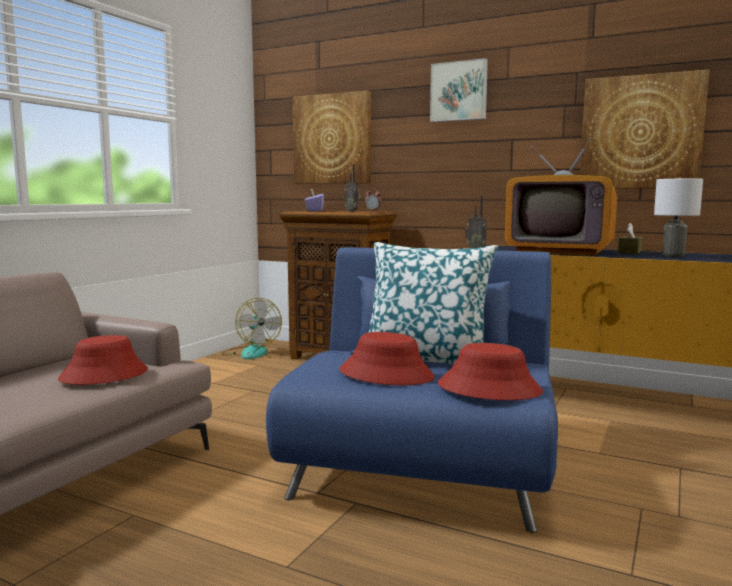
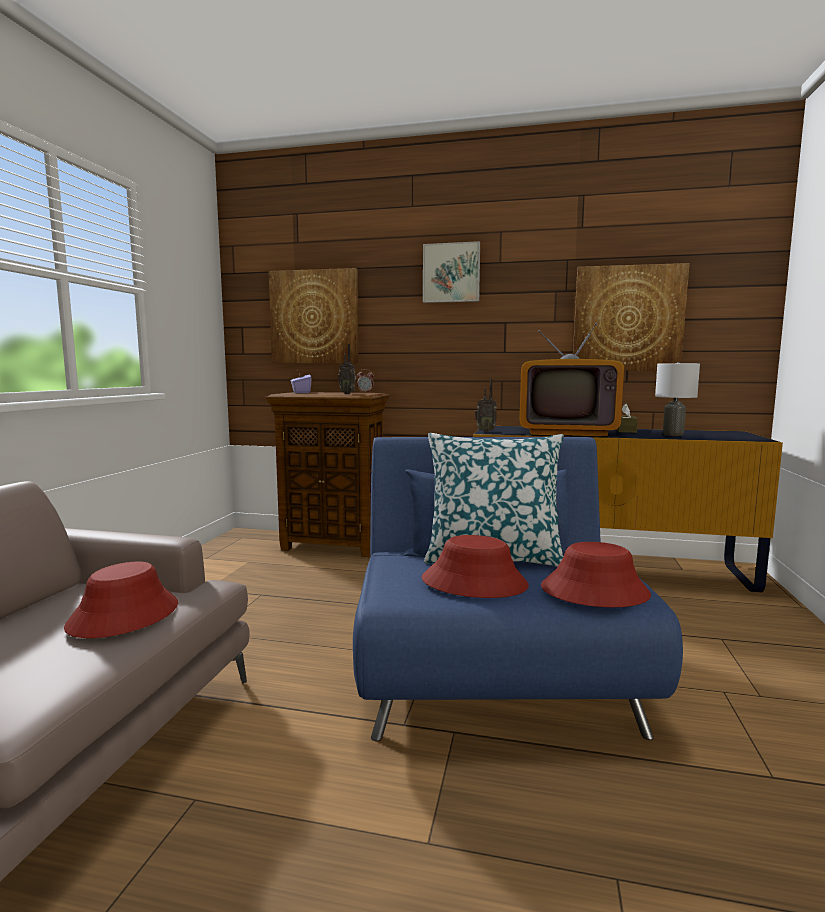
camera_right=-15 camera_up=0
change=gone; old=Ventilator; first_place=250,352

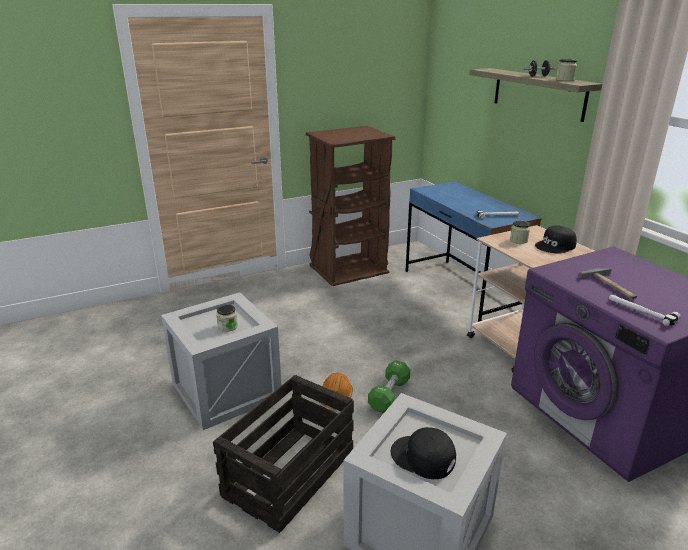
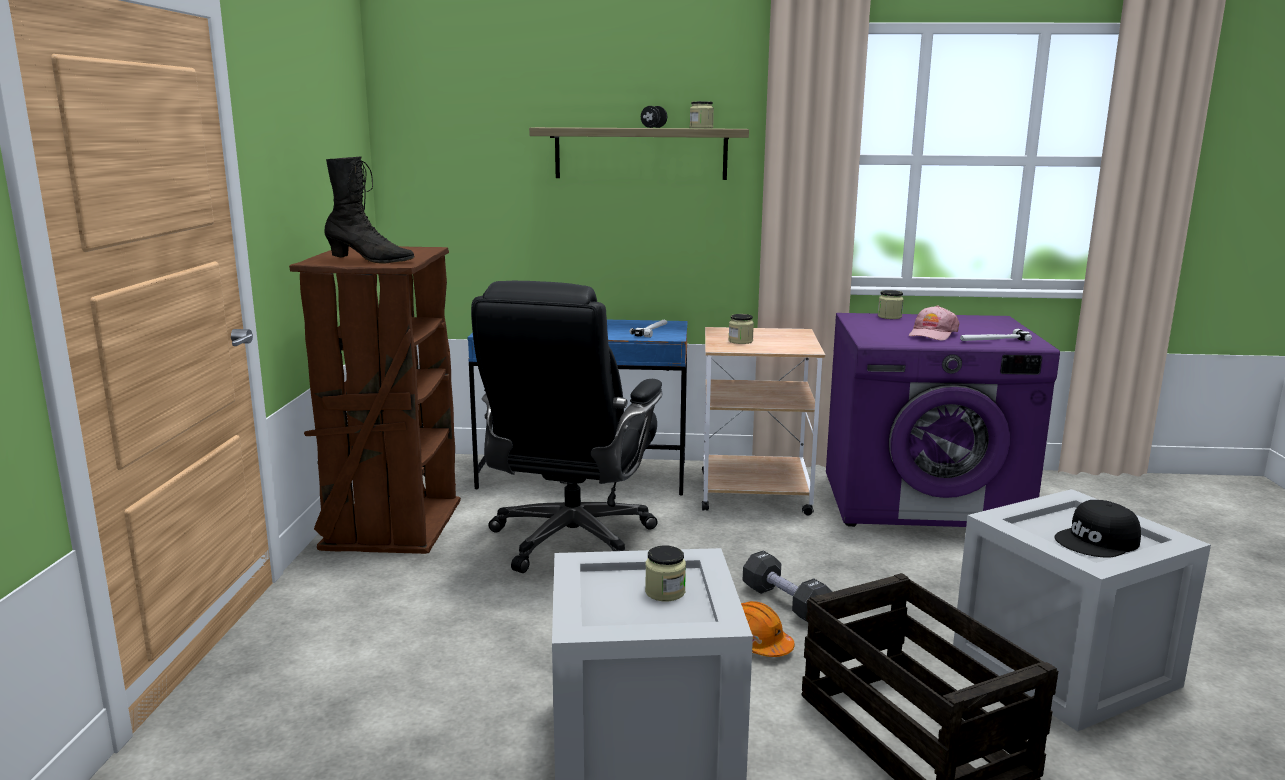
camera_right=-60 camera_up=-10
change=repainted; old=Hantel [grün]; new=Hantel [schwarz]; first_place=389,395; second_place=785,603
change=gone; old=Kappe [schwarz]; first_place=555,246
change=swapped; old=Hammer; new=Kappe [rosa]; first_place=612,286; second_place=932,334
change=new; new=Stiefel [schwarz]; second_place=370,261
change=new; new=Bürostuhl [schwarz]; second_place=572,540
change=new; new=Vorratsglas; second_place=889,317

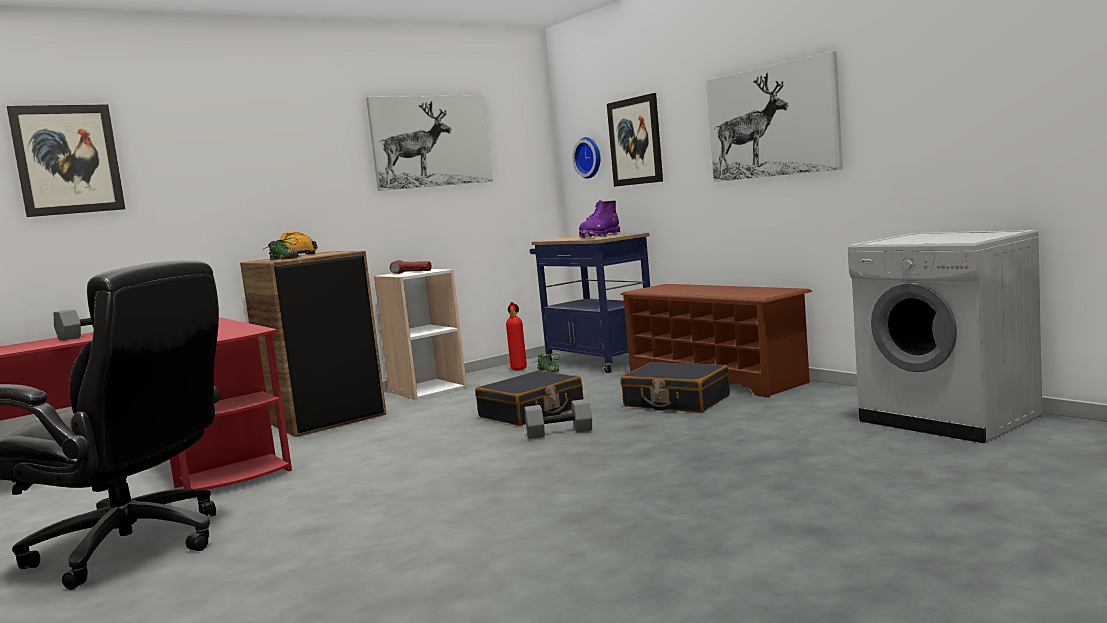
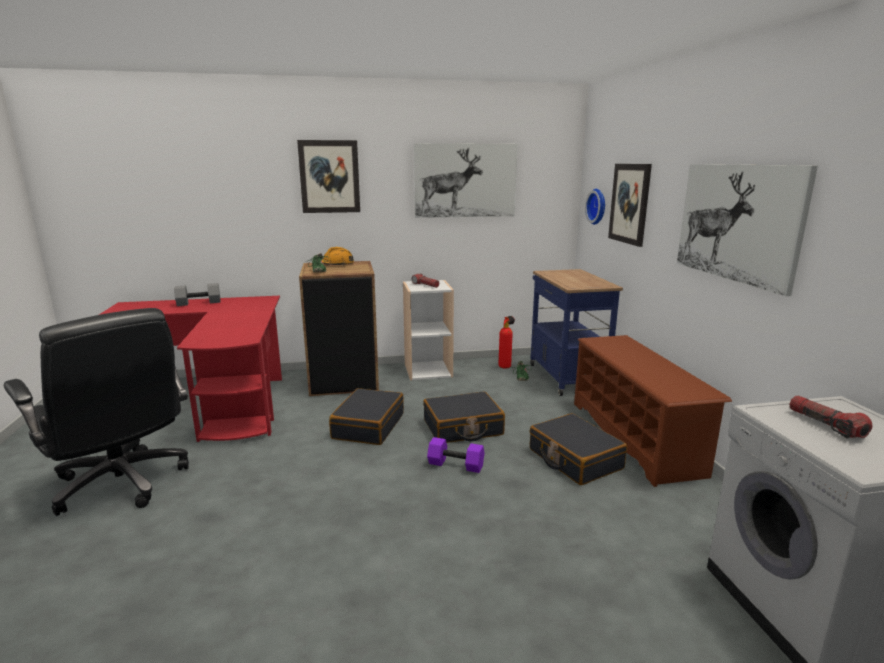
camera_right=25 camera_up=10
change=shifted; old=Bild; first_place=67,160; second_place=329,177
change=repainted; old=Hantel [grau]; new=Hantel [lila]; first_place=559,433; second_place=455,465
change=gone; old=Stiefel [lila]; first_place=599,236
change=new; new=Koffer [schwarz]; second_place=368,426
change=new; new=Taschenlampe; second_place=825,425

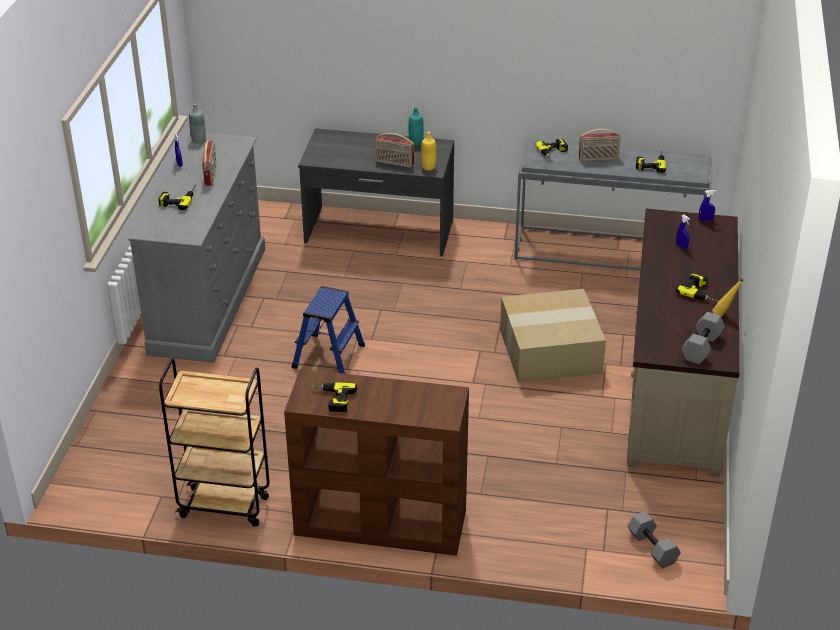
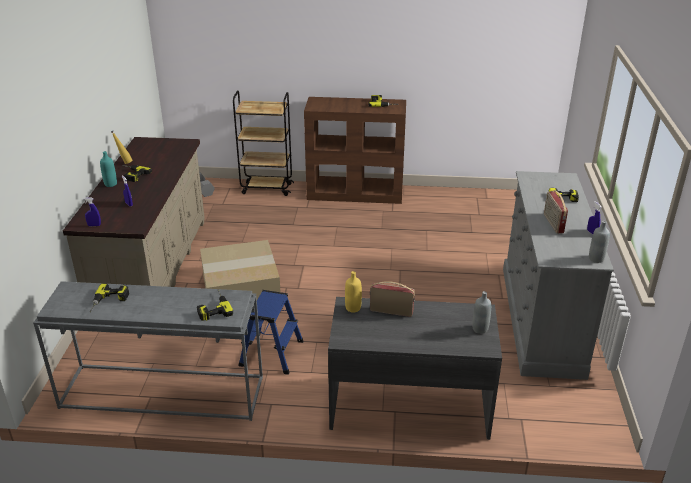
camera_right=175 camera_up=-5
change=shifted; old=Rollwagen [braun]; first_place=223,508; second_place=267,188
change=shifted; old=Trittleiter [blau]; first_place=328,356; second_place=271,353
change=shifted; old=Flasche [türkis]; first_place=416,142; second_place=110,184
change=gone; old=Radio; first_place=598,159
change=gone; old=Hantel [grau]; first_place=702,348
change=new; new=Flasche [grau]; second_place=480,329

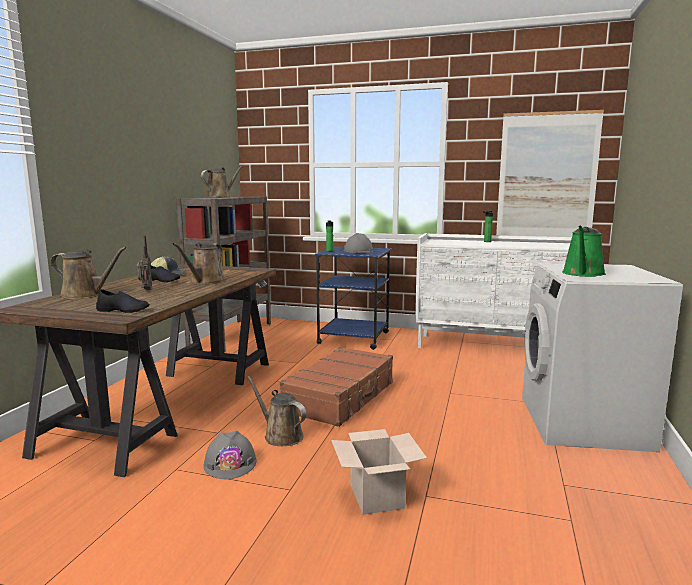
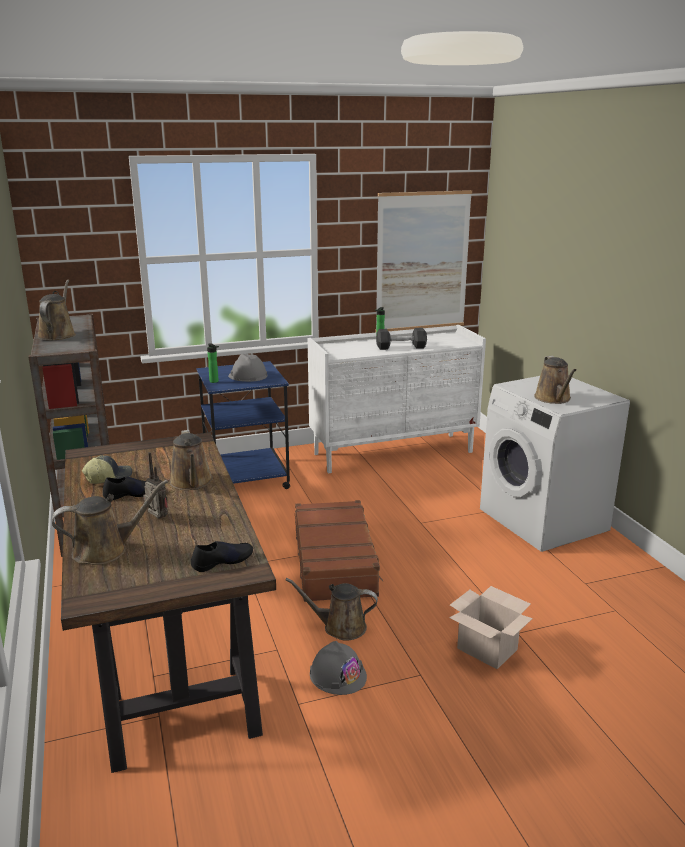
camera_right=-35 camera_up=10
change=repainted; old=Gießkanne [grün]; new=Gießkanne [braun]; first_place=583,274; second_place=554,399
change=new; new=Hantel [schwarz]; second_place=401,347

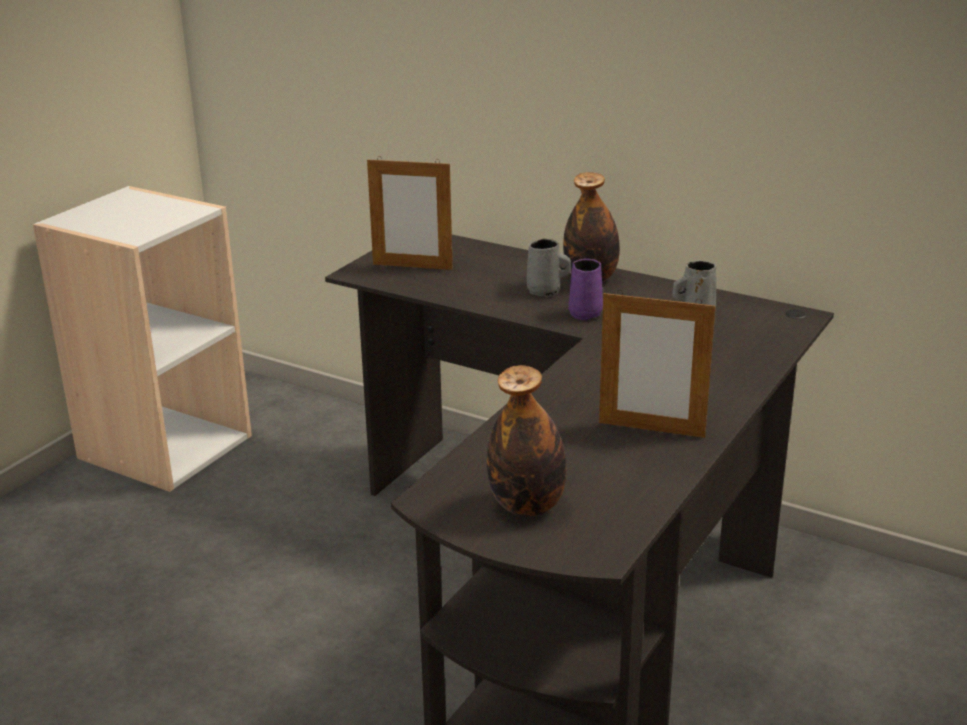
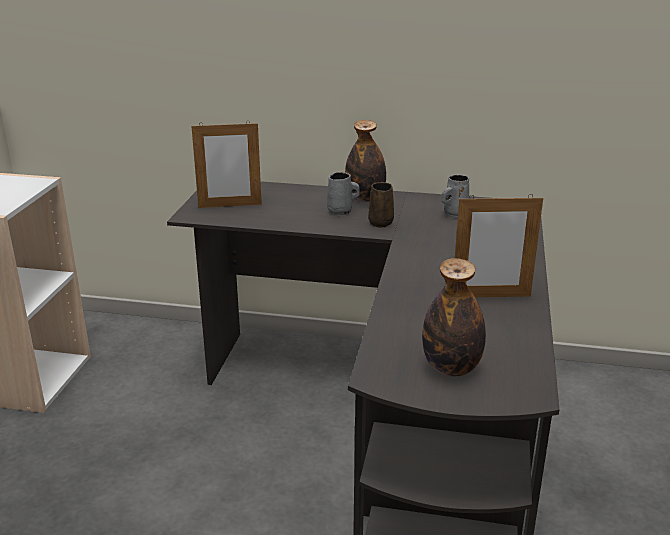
camera_right=-20 camera_up=0
change=repainted; old=Henkelbecher [lila]; new=Henkelbecher [braun]; first_place=586,313; second_place=381,222

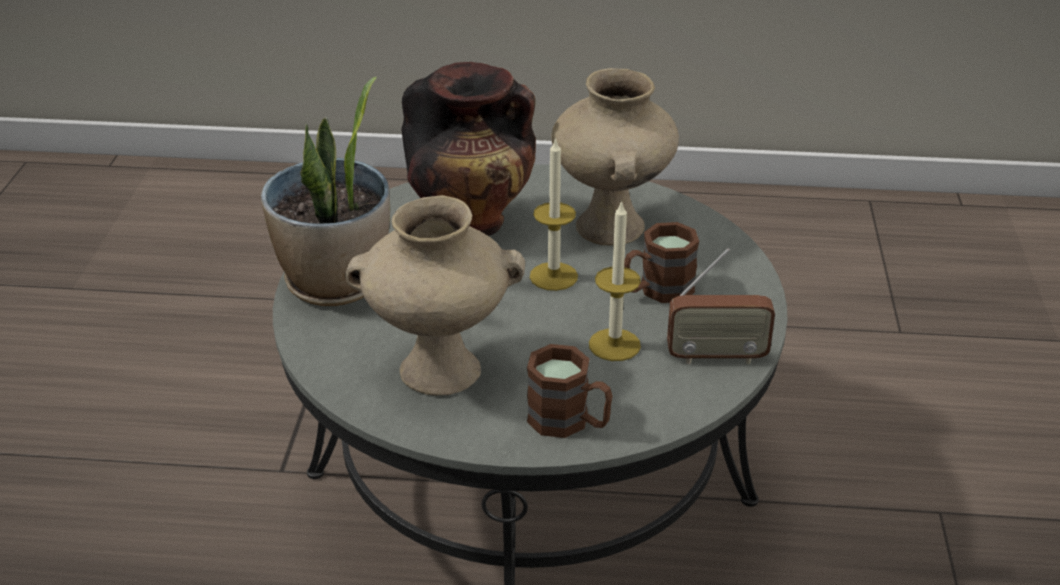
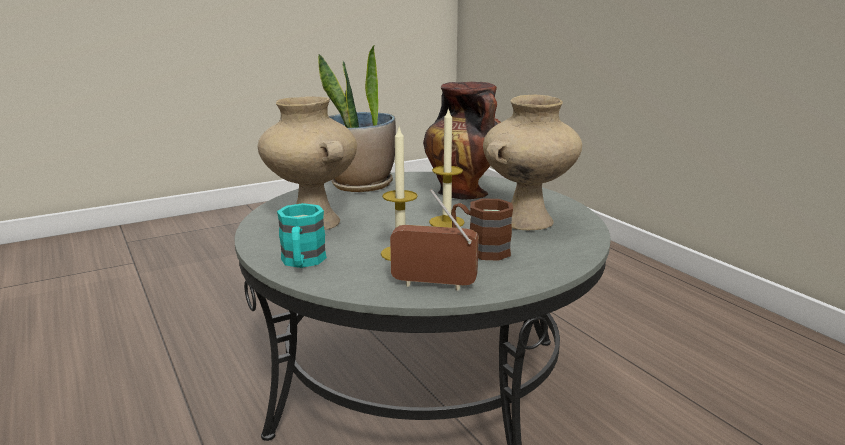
camera_right=55 camera_up=-15
change=repainted; old=Henkelbecher [braun]; new=Henkelbecher [türkis]; first_place=569,422; second_place=302,262
change=rotated; old=Radio; first_place=716,356; second_place=433,285; degrees=135

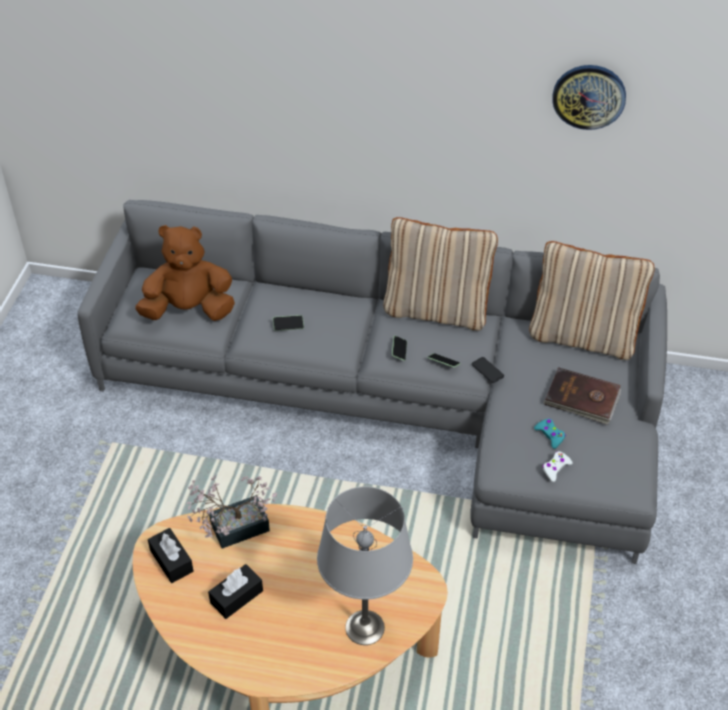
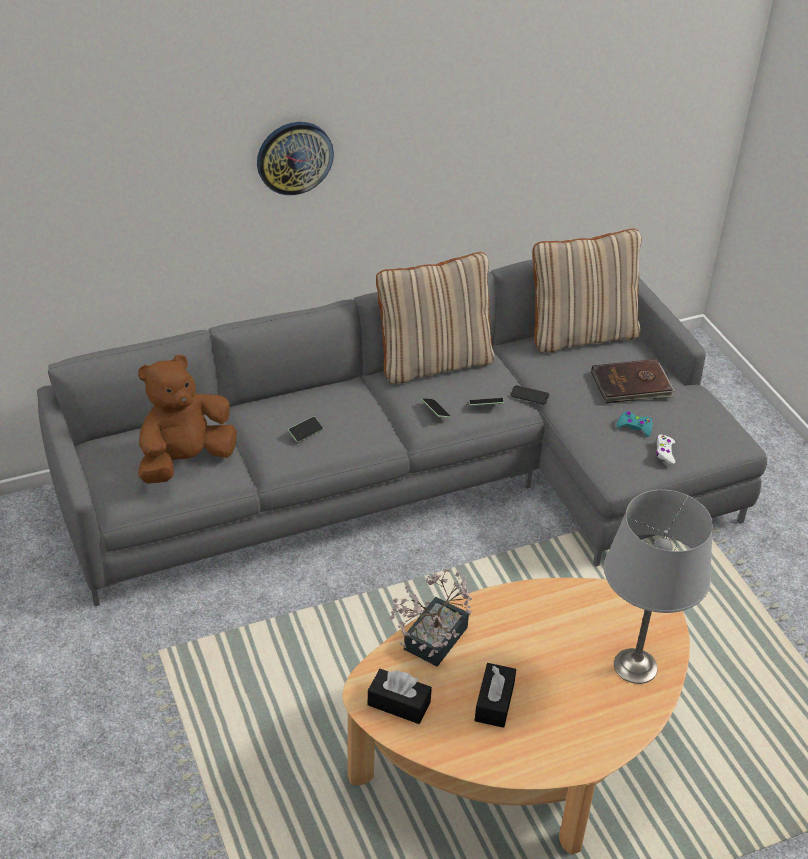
camera_right=-35 camera_up=-5
change=shifted; old=Wanduhr; first_place=589,96; second_place=294,157

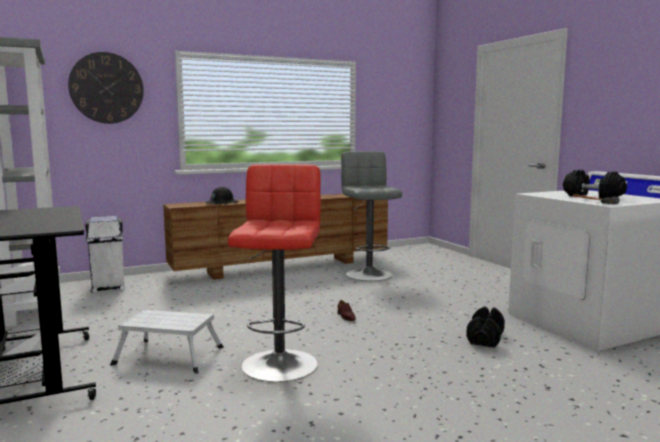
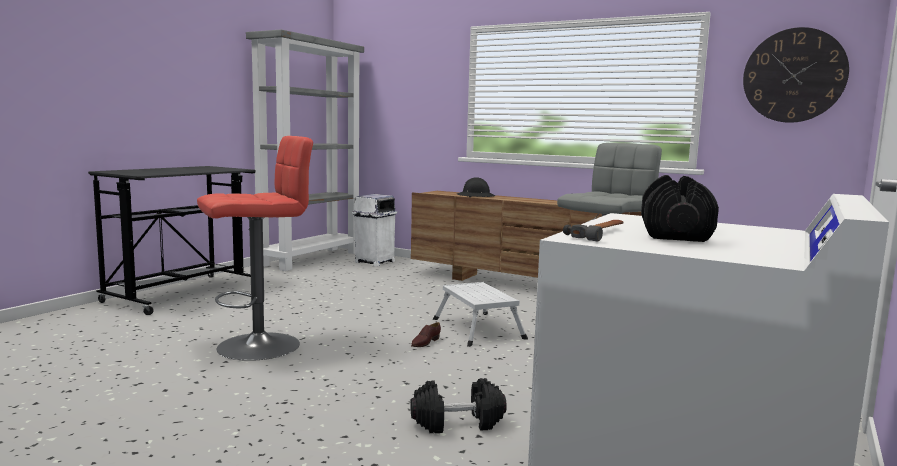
camera_right=55 camera_up=0
change=shifted; old=Wanduhr; first_place=106,88; second_place=794,75
change=shifted; old=Trittleiter [weiß]; first_place=168,355; second_place=478,328

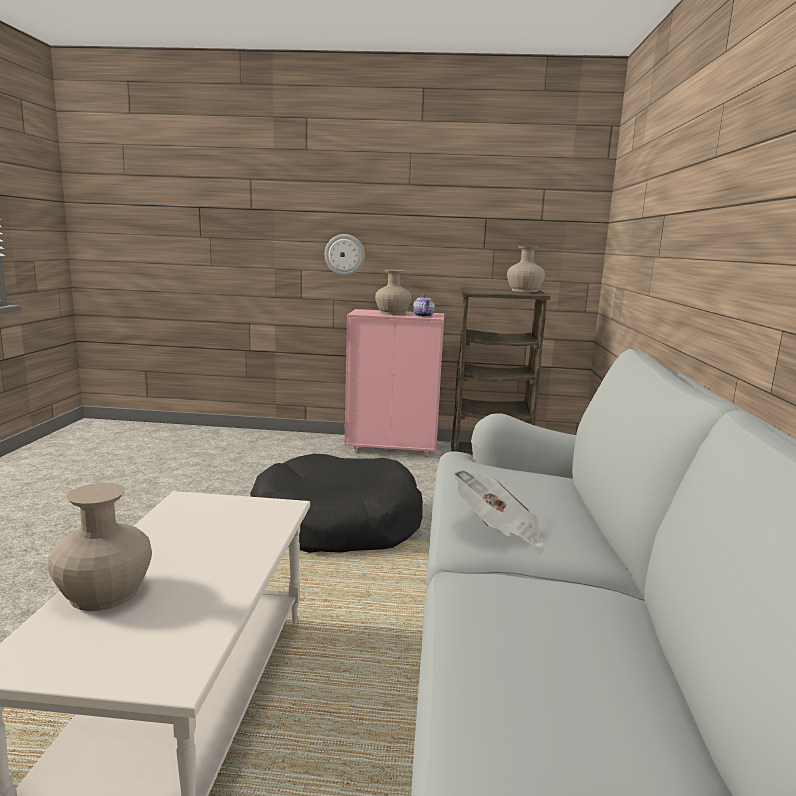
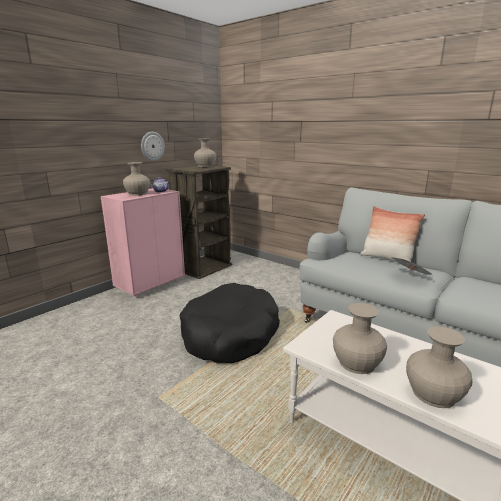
camera_right=-55 camera_up=5
change=shifted; old=Wanduhr; first_place=345,255; second_place=152,146
change=new; new=Vase [beige]; second_place=357,362
change=new; new=Kissen; second_place=387,259

